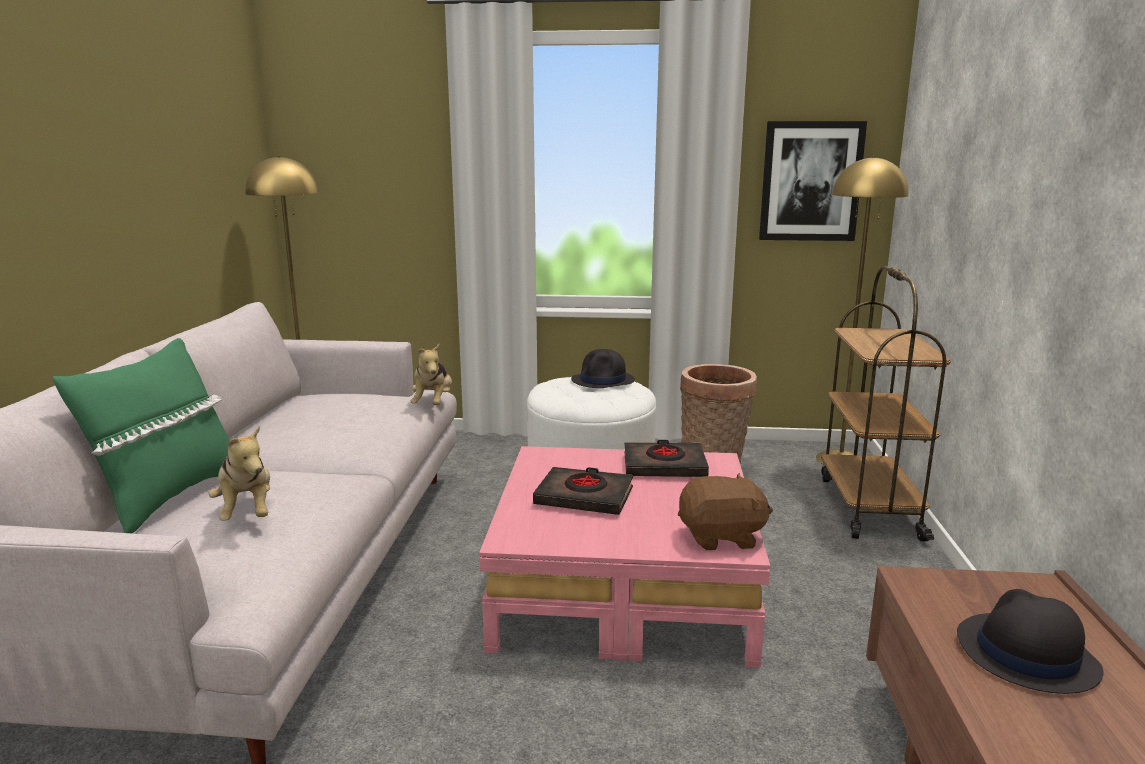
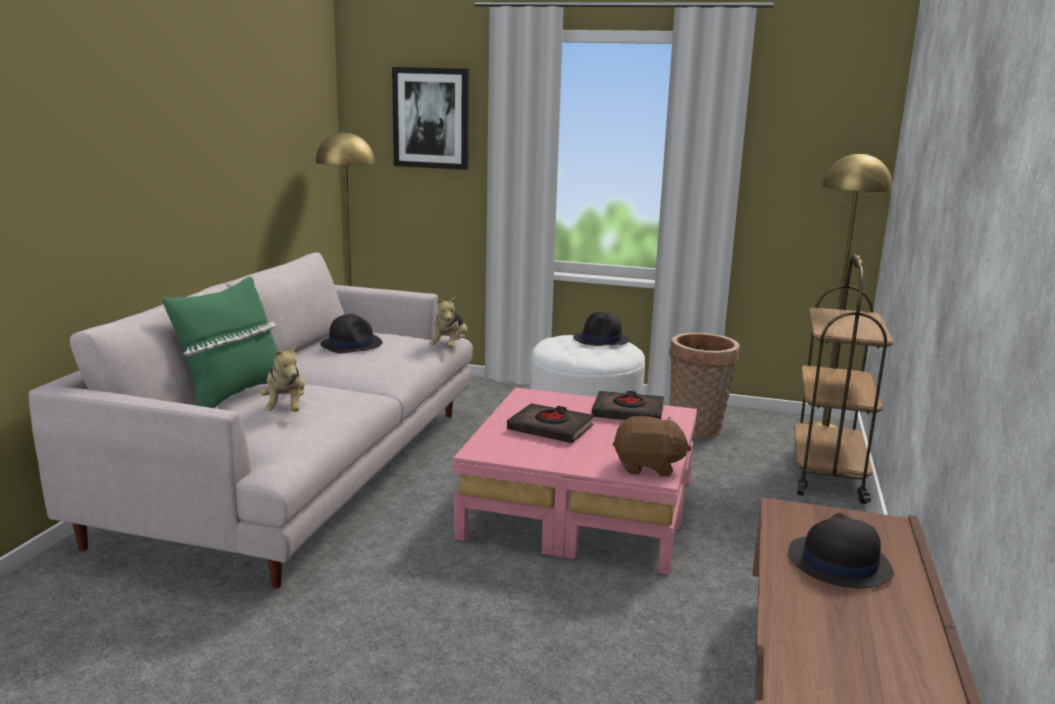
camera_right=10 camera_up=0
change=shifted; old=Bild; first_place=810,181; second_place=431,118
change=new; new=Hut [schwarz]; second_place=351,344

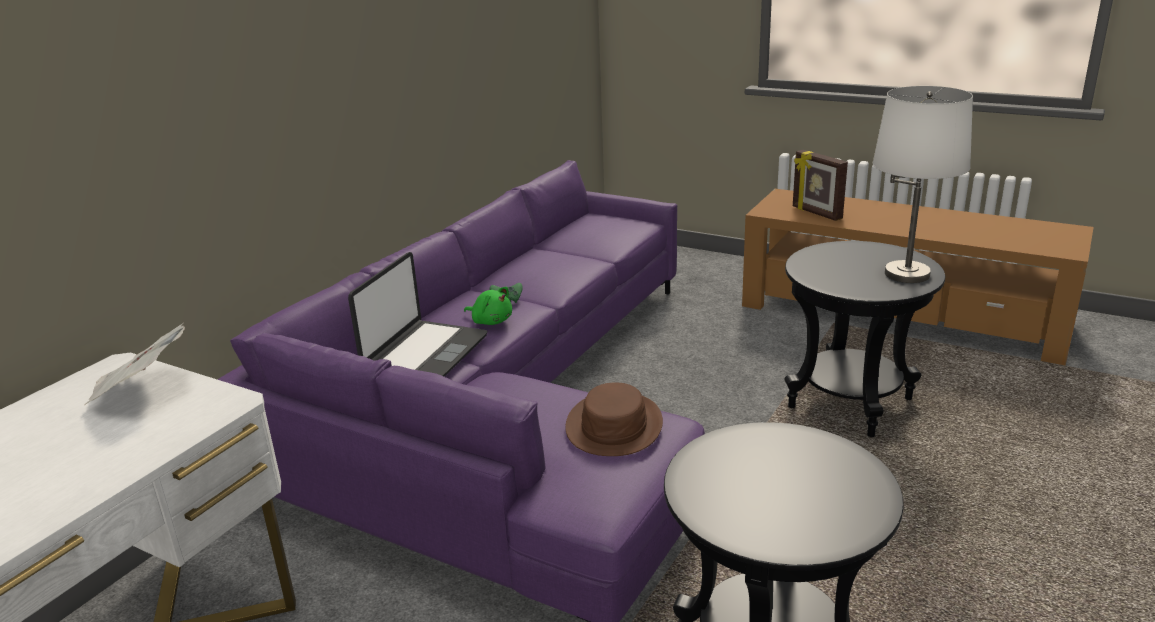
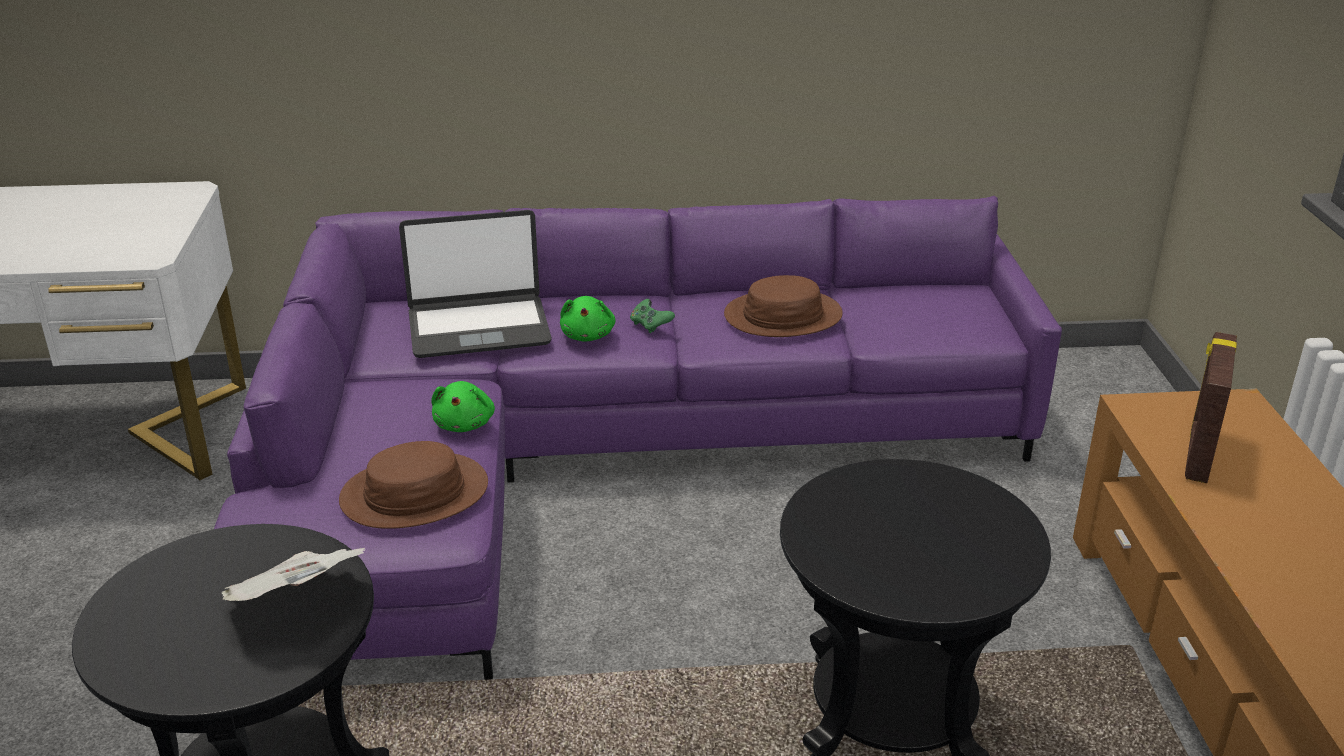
camera_right=55 camera_up=5
change=shifted; old=Zeitung; first_place=141,389; second_place=299,602
change=gone; old=Tischlampe [weiß]; first_place=907,274
change=new; new=Plüschtier [grün]; second_place=465,424
change=new; new=Hut [braun]; second_place=783,316

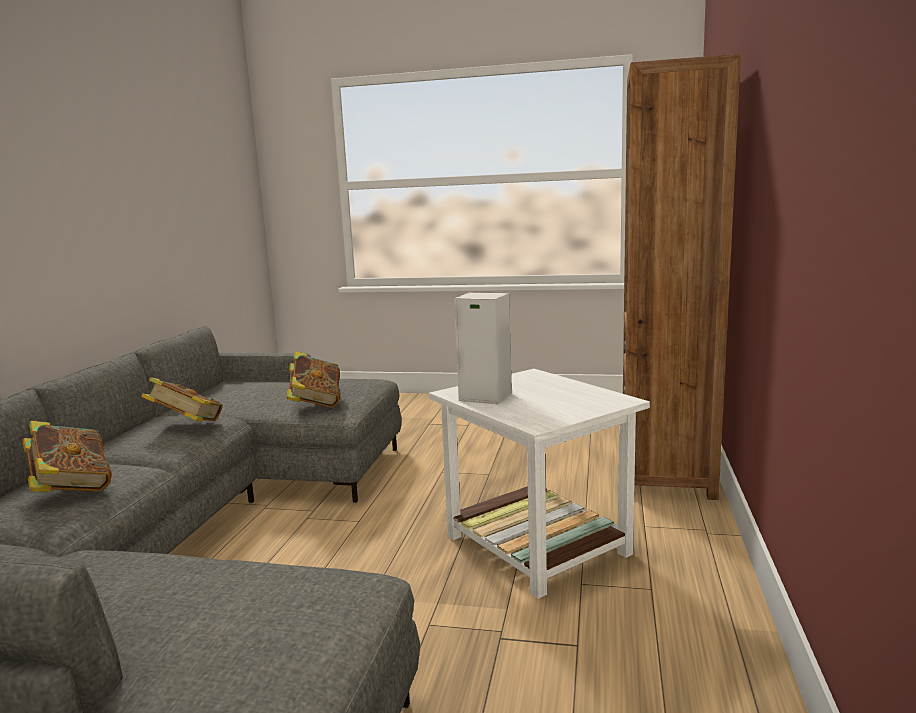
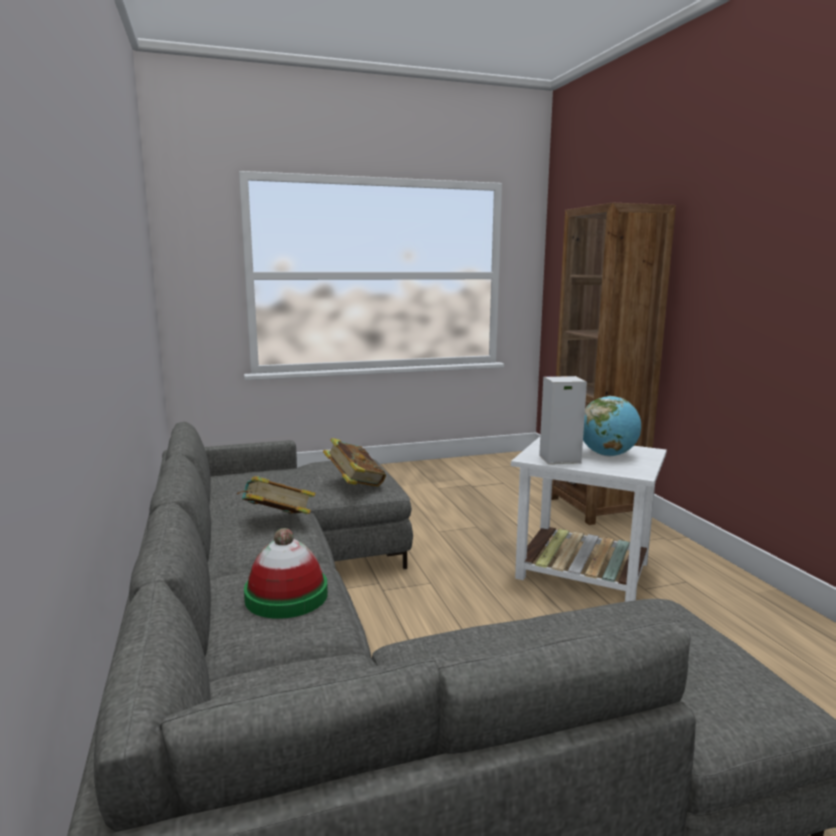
camera_right=-30 camera_up=0
change=swapped; old=Buch; new=Hut; first_place=71,488; second_place=286,596
change=new; new=Globus; second_place=607,455

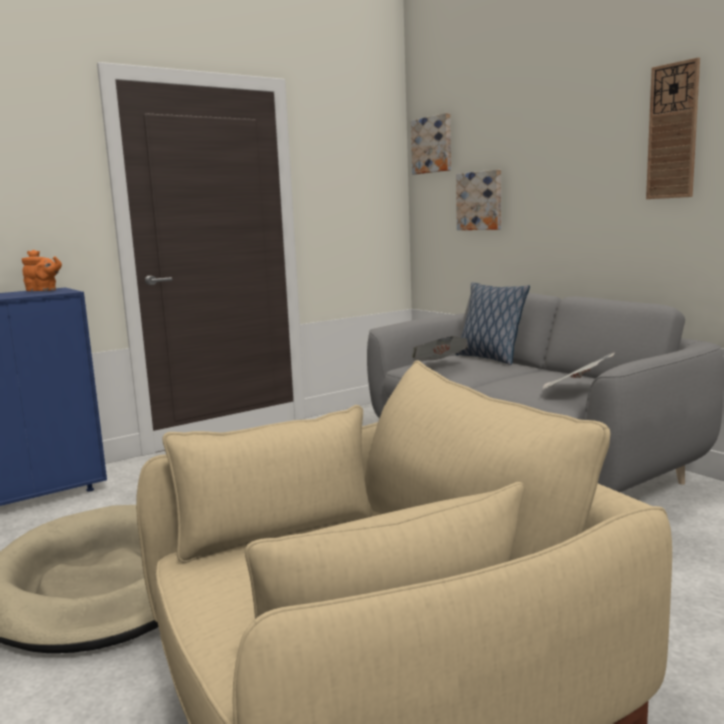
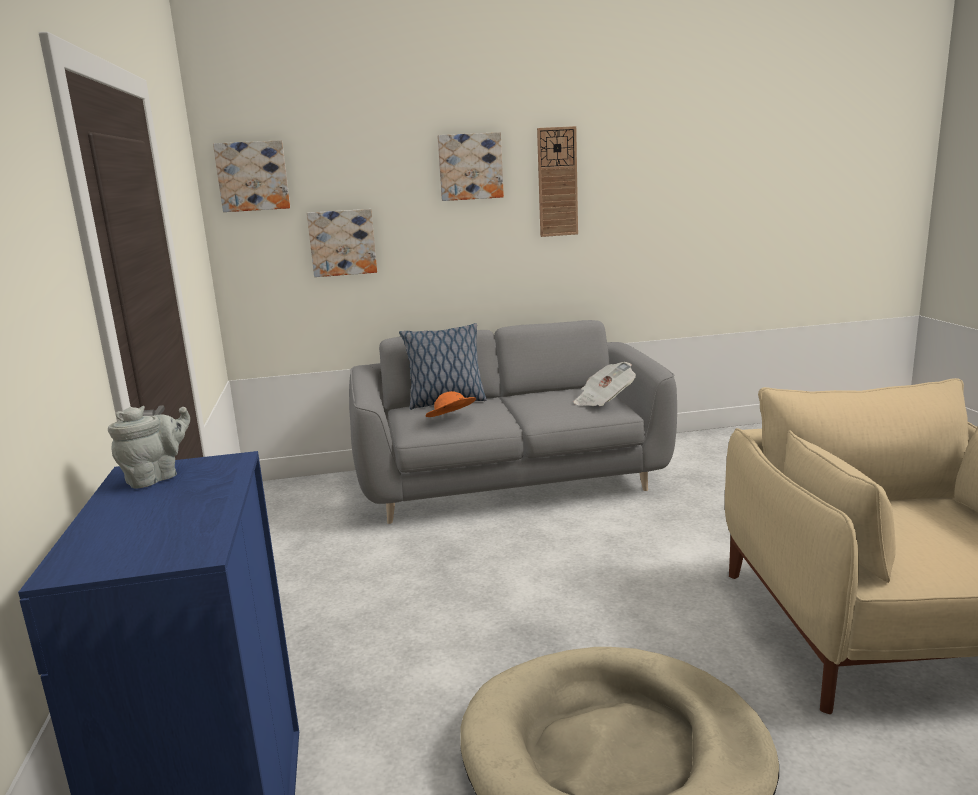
camera_right=-65 camera_up=5
change=repainted; old=Teekanne [orange]; new=Teekanne [grau]; first_place=43,290; second_place=156,478
change=swapped; old=Zeitung; new=Hut [orange]; first_place=439,365; second_place=451,420
change=new; new=Bild; second_place=470,166

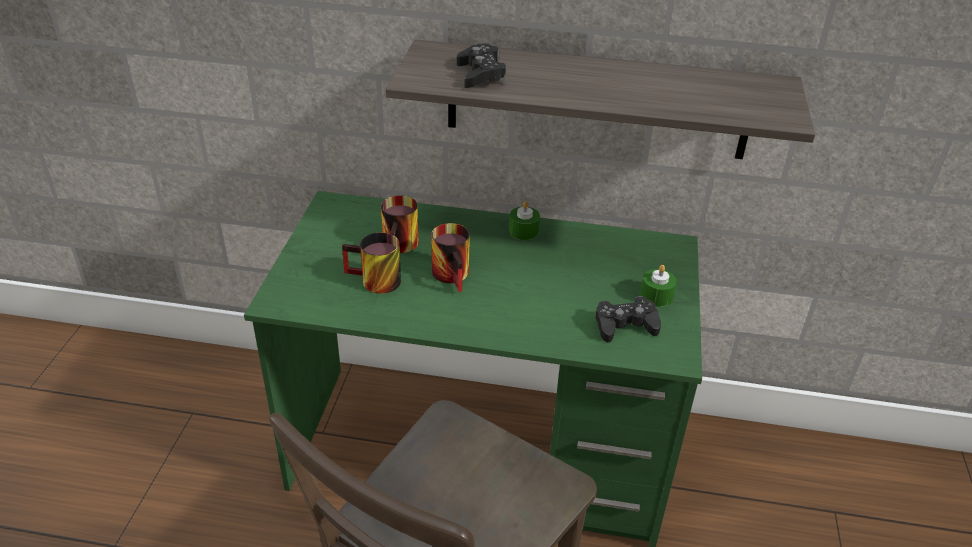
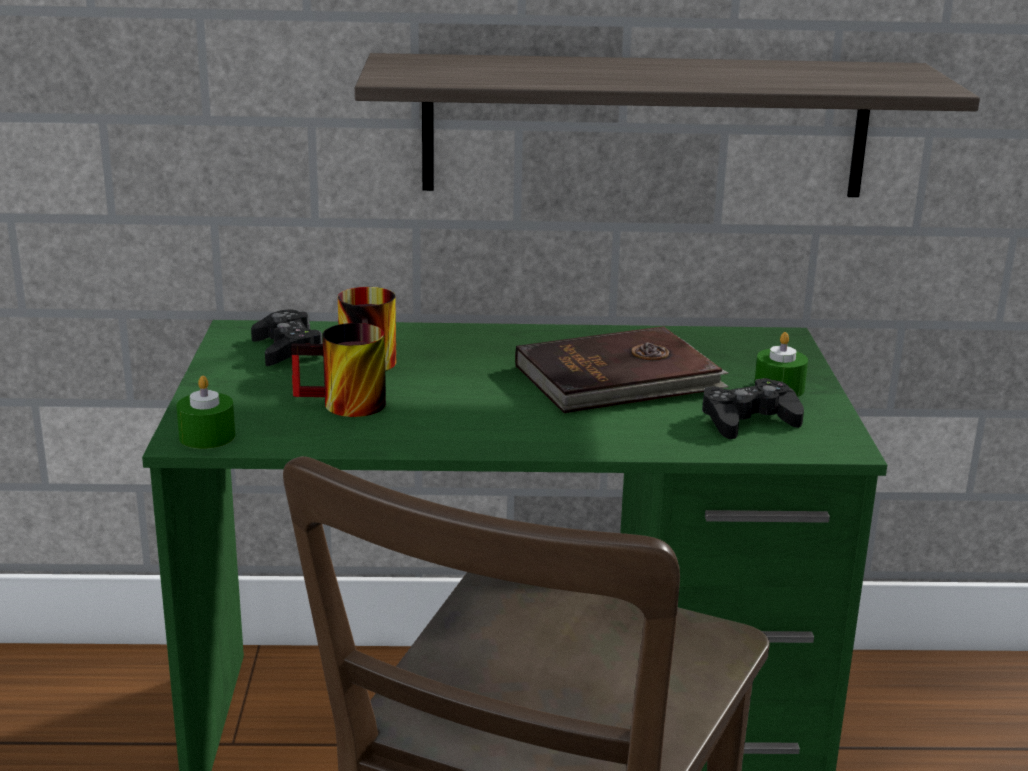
camera_right=-10 camera_up=-15
change=gone; old=Henkelbecher; first_place=455,275
change=shifted; old=Gamepad [schwarz]; first_place=481,74; second_place=287,349
change=shifted; old=Kerze [grün]; first_place=523,231; second_place=207,436
change=new; new=Buch [braun]; second_place=619,379

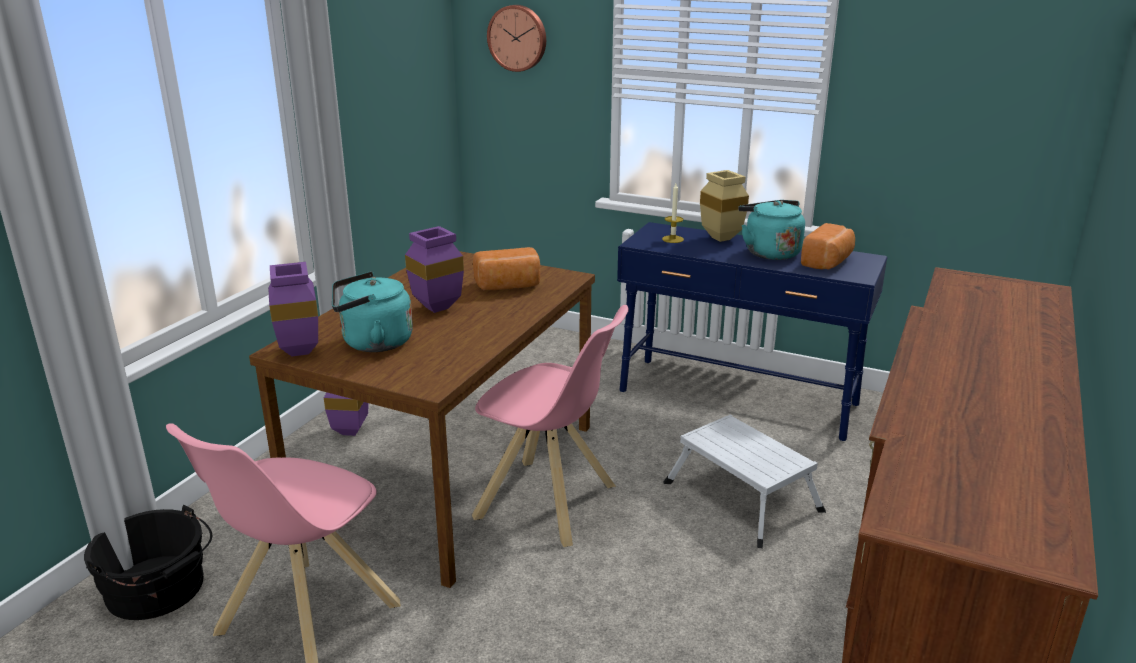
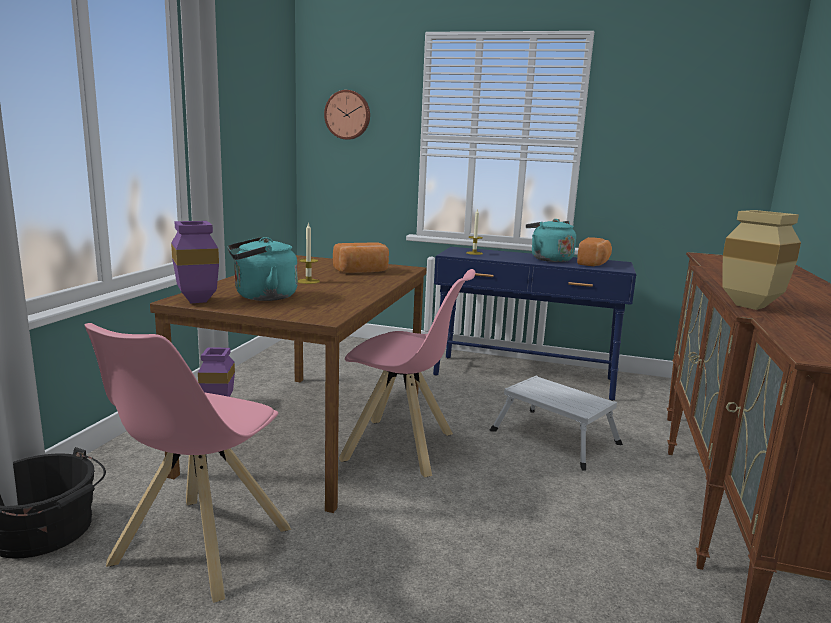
camera_right=-10 camera_up=-10
change=swapped; old=Vase [lila]; new=Kerze; first_place=436,309; second_place=308,281
change=shifted; old=Vase [beige]; first_place=723,239; second_place=754,307

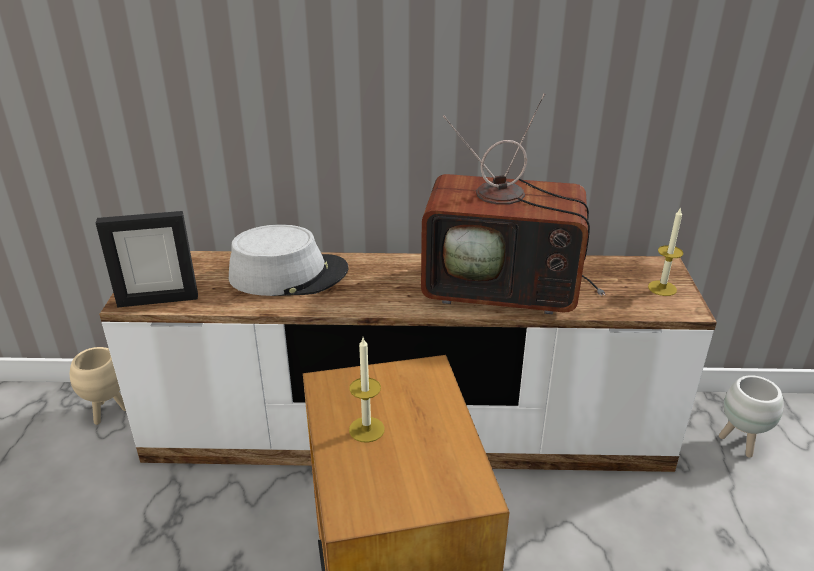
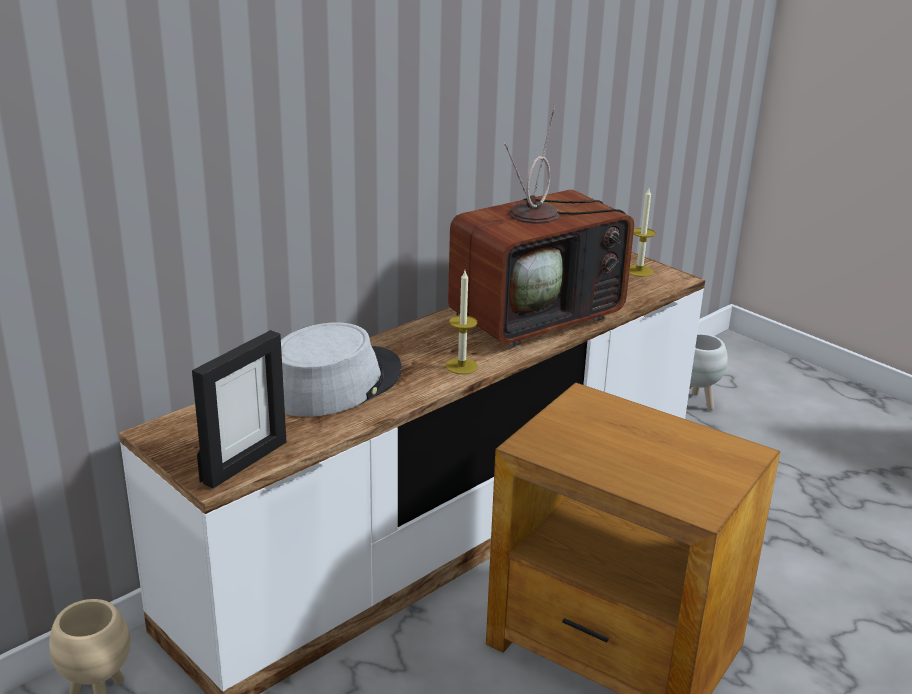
camera_right=-45 camera_up=-5
change=shifted; old=Kerze; first_place=366,429; second_place=461,366

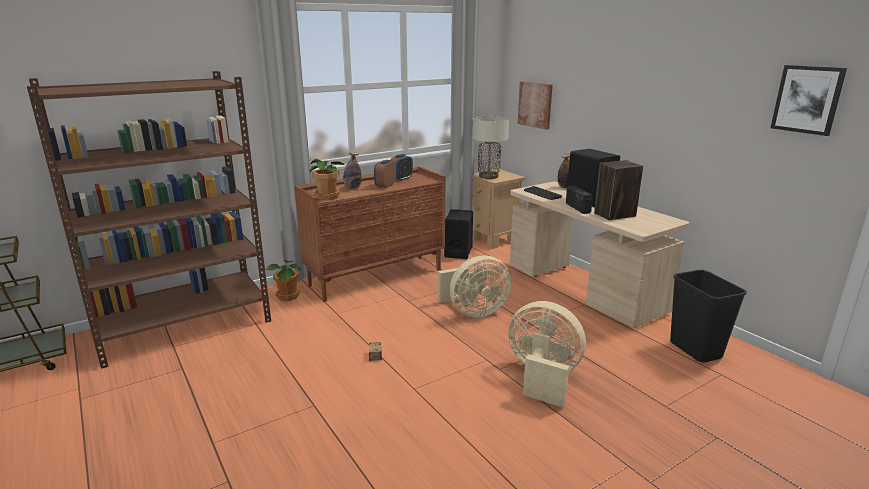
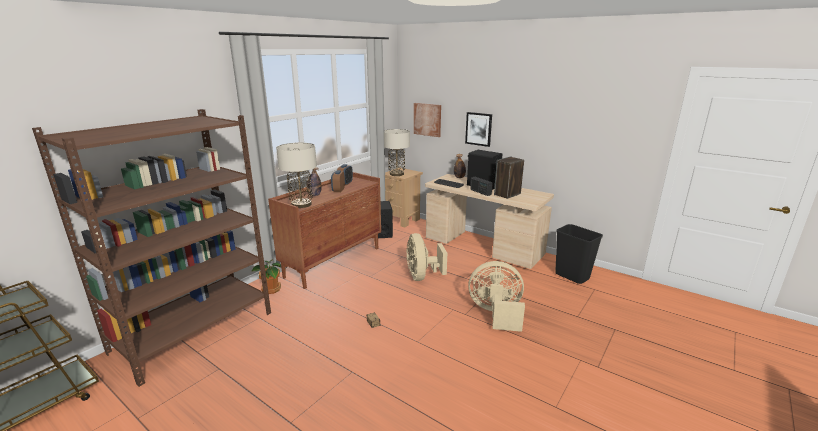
camera_right=-20 camera_up=0
change=swapped; old=Topfpflanze; new=Tischlampe; first_place=328,196; second_place=301,204
change=rotated; old=Ventilator [beige]; first_place=473,312; second_place=422,276; degrees=120
change=shifted; old=Bild; first_place=807,99; second_place=478,129

